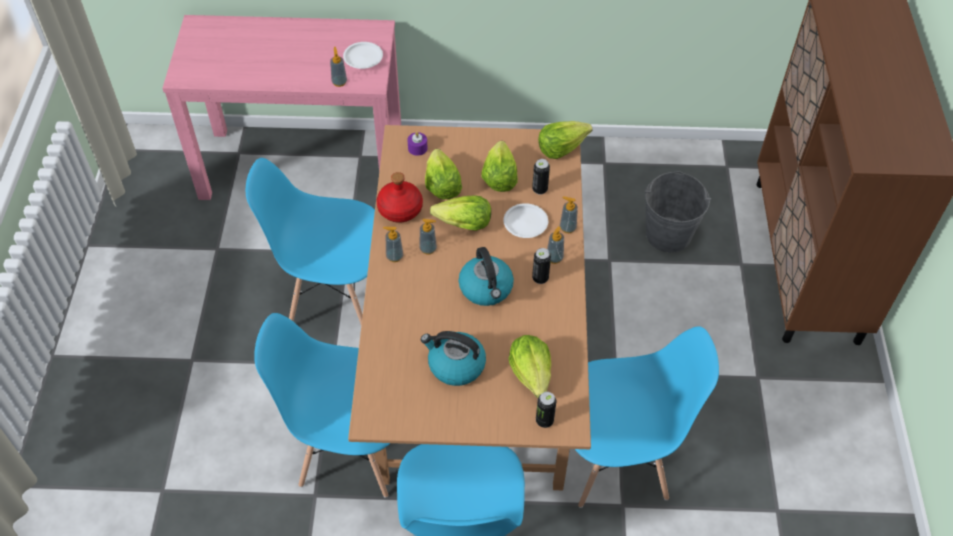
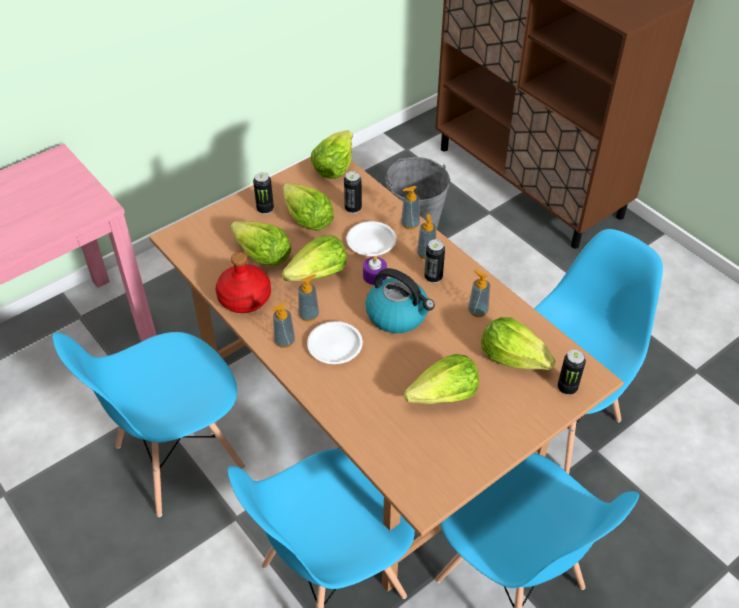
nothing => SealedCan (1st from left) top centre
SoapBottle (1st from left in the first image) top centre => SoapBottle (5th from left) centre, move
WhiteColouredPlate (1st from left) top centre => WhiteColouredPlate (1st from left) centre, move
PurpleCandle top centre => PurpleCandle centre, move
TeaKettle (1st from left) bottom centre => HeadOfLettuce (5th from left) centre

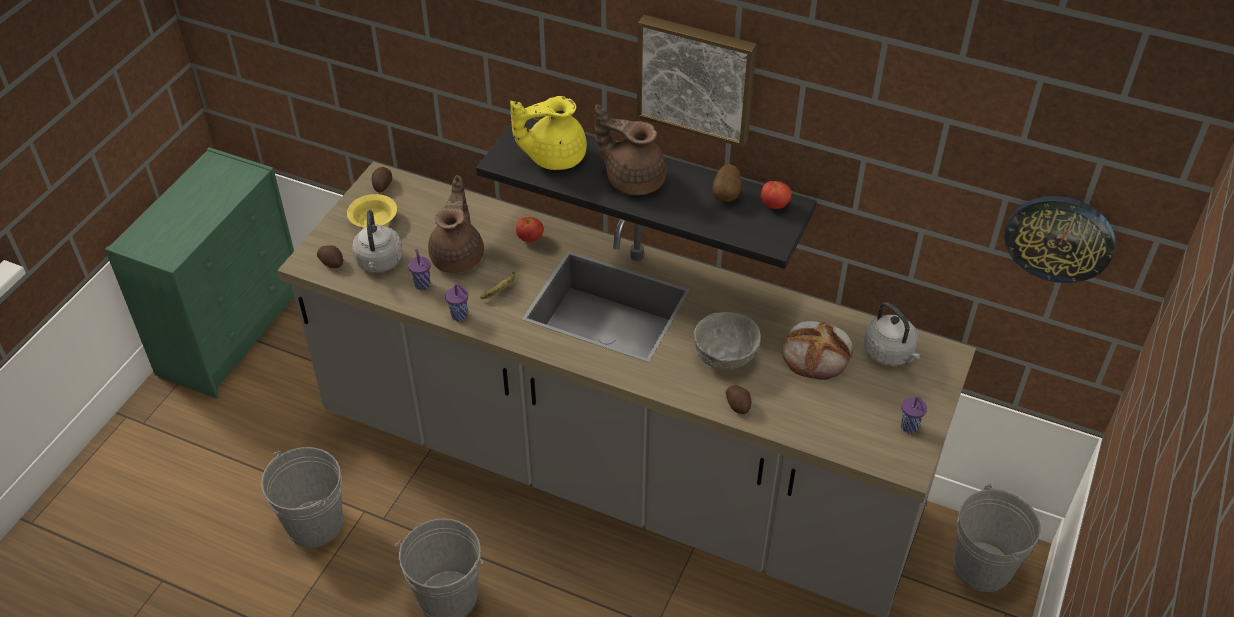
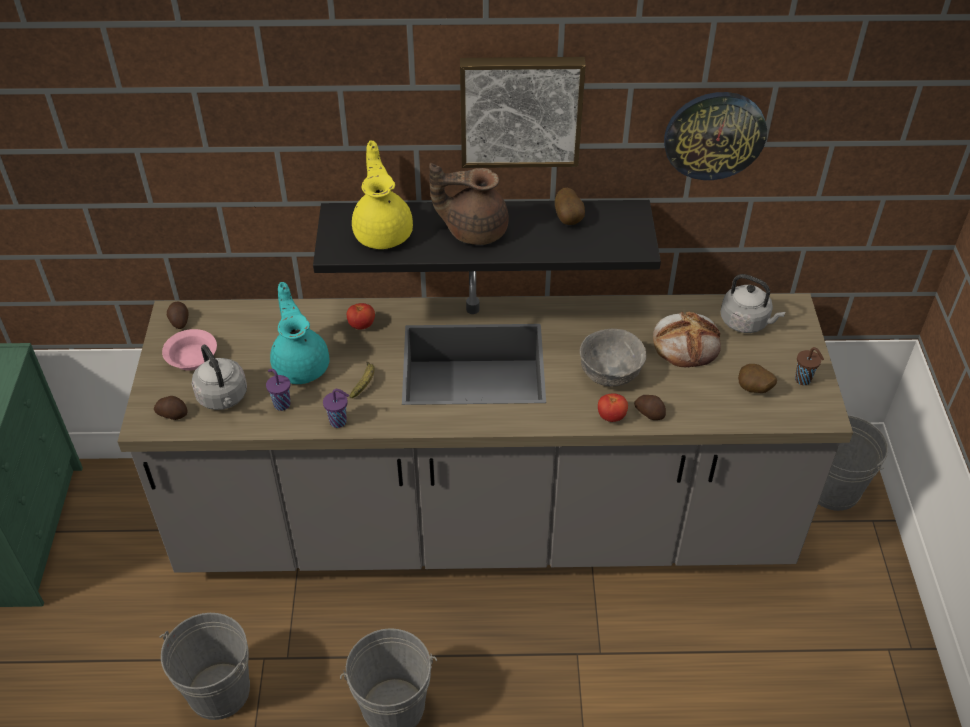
nothing => Spud (5th from left) middle right
Tomato (2nd from left) top centre => Tomato (2nd from left) centre, move
HangingClock middle right => HangingClock top right, move
YellowColouredDeepDish middle left => PinkColouredDeepDish middle left
BrownishPotForTea (1st from left) centre => TurquoiseColouredPotForTea middle left
PurpleSmallCup (3rd from left) bottom right => BrownishSmallCup middle right
YellowColouredPotForTea top centre, 120 degrees clockwise

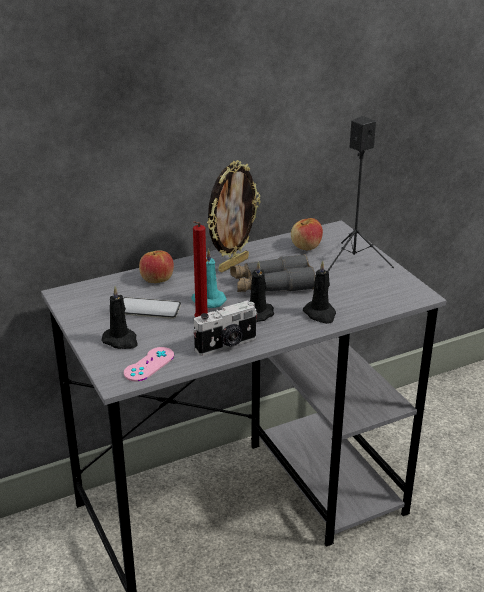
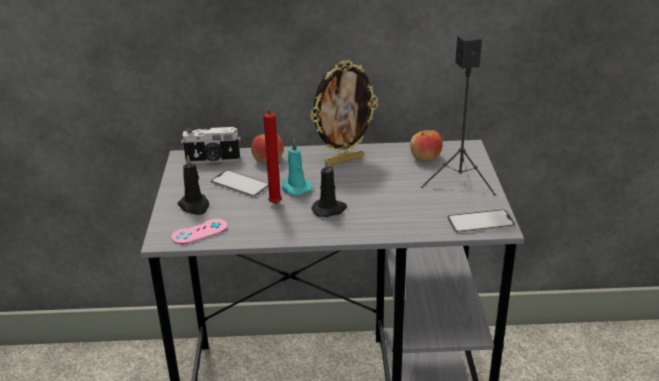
GreyishPairOfBinoculars centre => nothing
BlackColouredCandle (3rd from left) centre => nothing
nothing => Telephone (2nd from left) middle right
StillCamera centre => StillCamera middle left, move

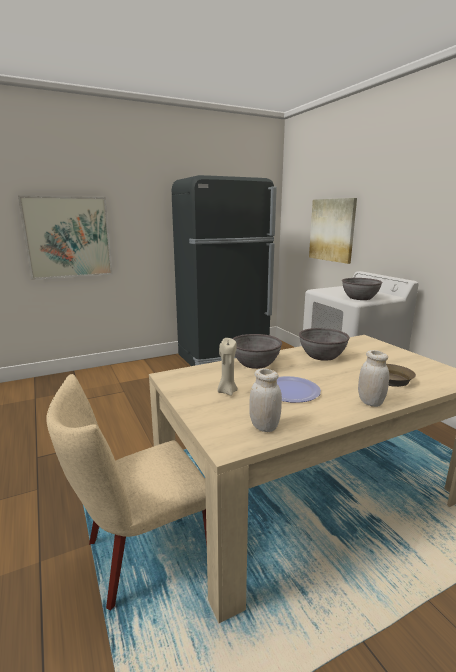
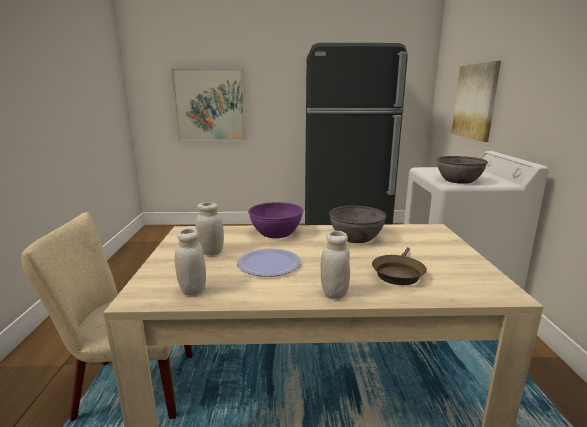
BeigeCandle centre => WhiteColouredJar (2nd from left) centre
GreyishDeepDish (1st from left) centre => PurpleDeepDish centre

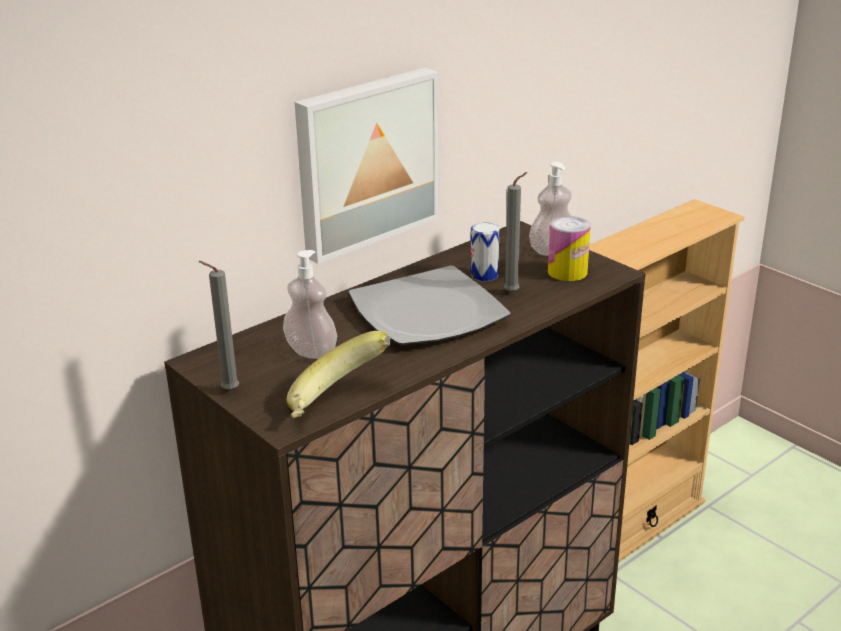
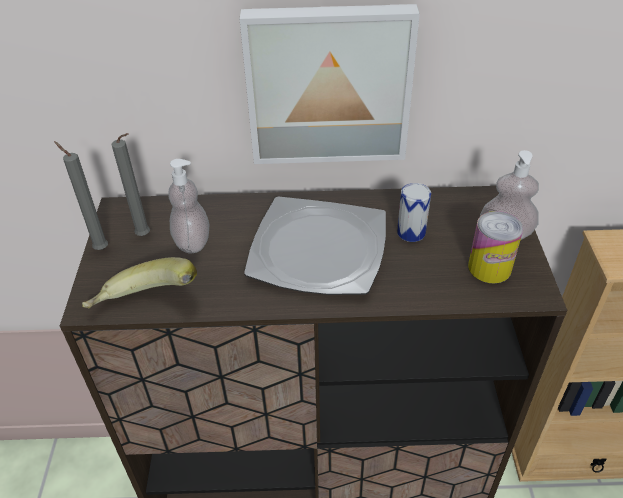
GreyishCandle (2nd from left) centre => GreyishCandle (2nd from left) middle left, move

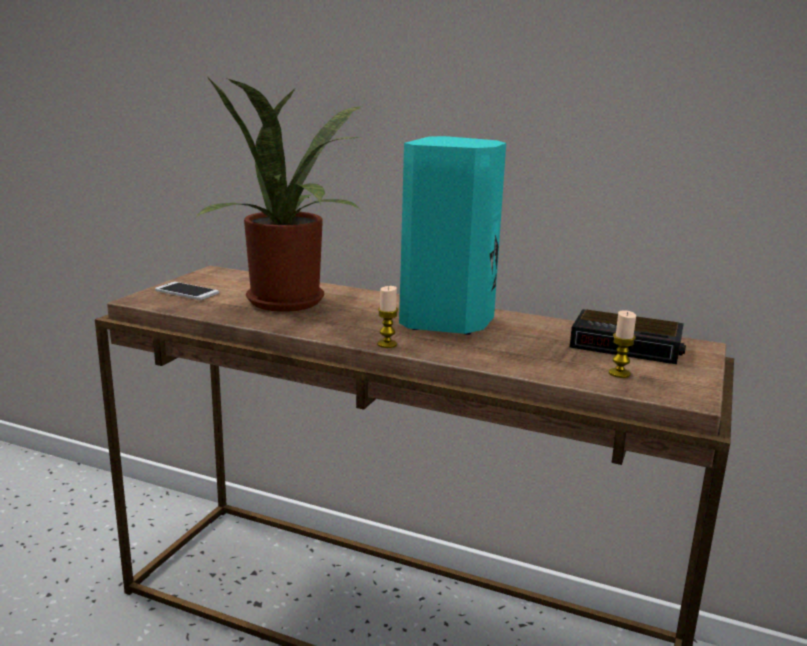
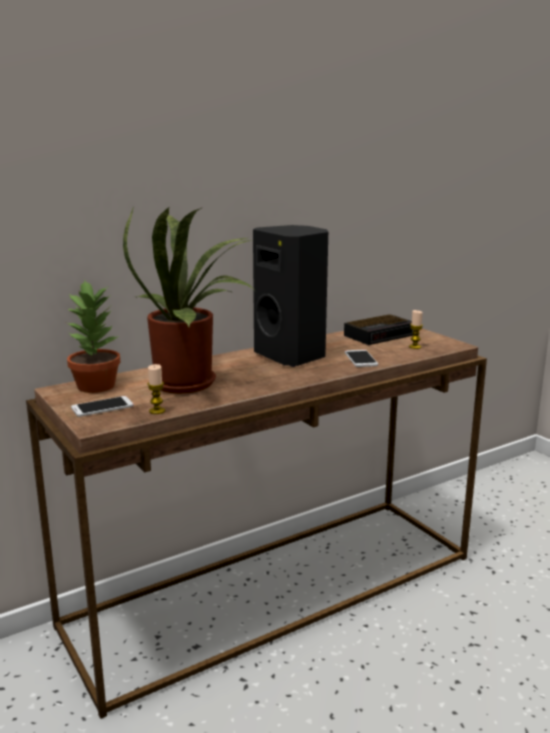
nothing => PottedPlant (1st from left) middle left
nothing => Telephone (2nd from left) centre
Candle (1st from left) centre => Candle (1st from left) middle left, move
TurquoiseColouredSpeaker centre => BlackColouredSpeaker centre

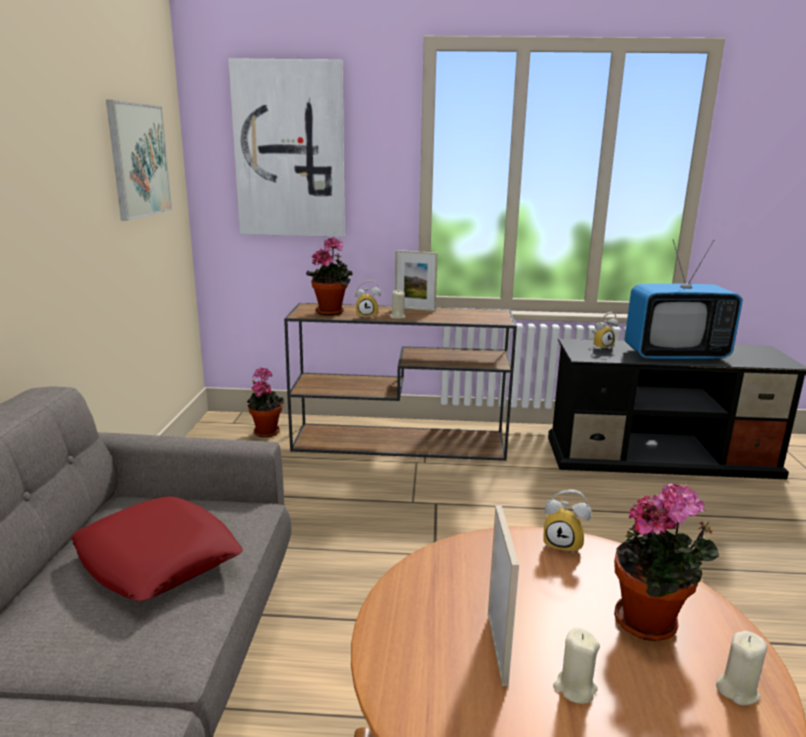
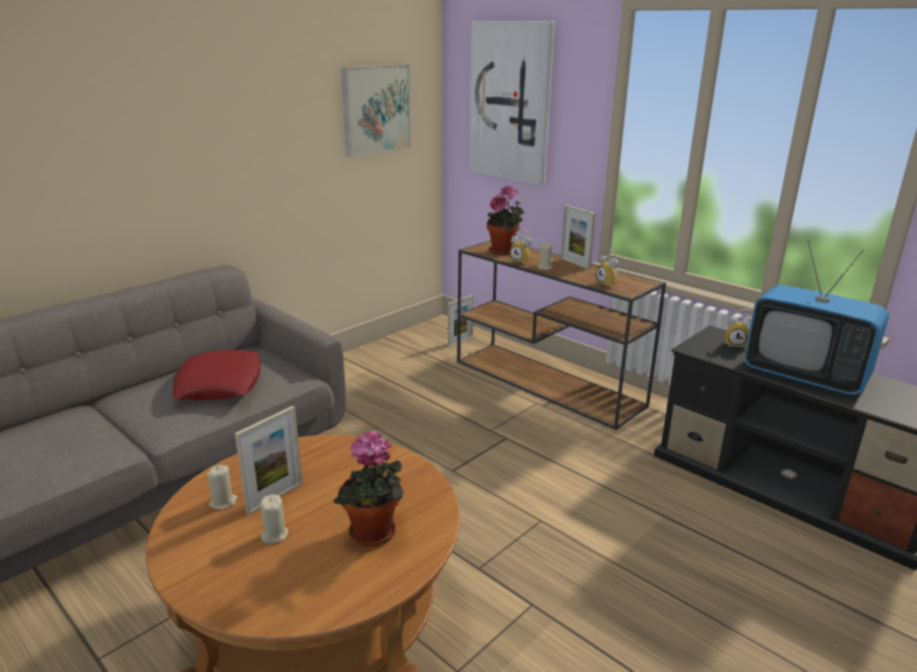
AlarmClock (2nd from left) bottom right => AlarmClock (2nd from left) centre, move
BeigeCandle (3rd from left in the first image) bottom right => BeigeCandle (1st from left) bottom left, move
PottedPlant (1st from left) middle left => PictureFrame (2nd from left) centre

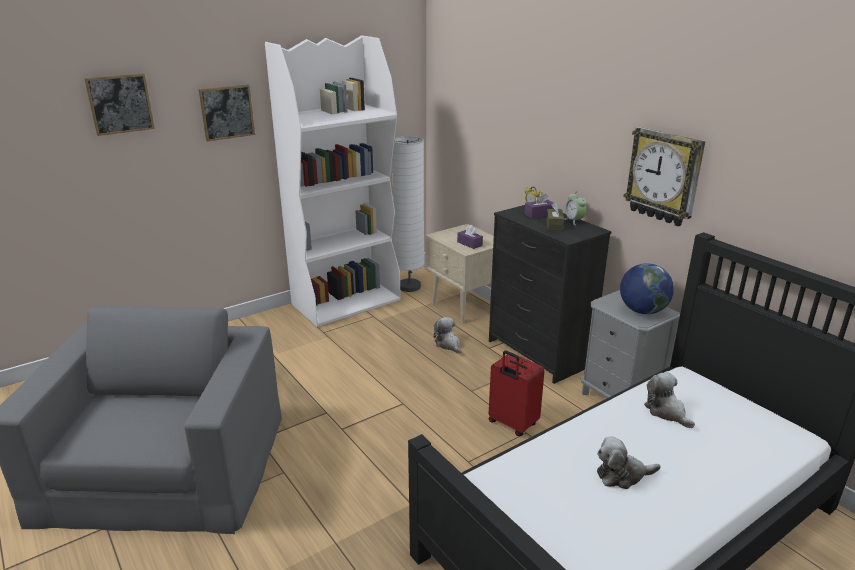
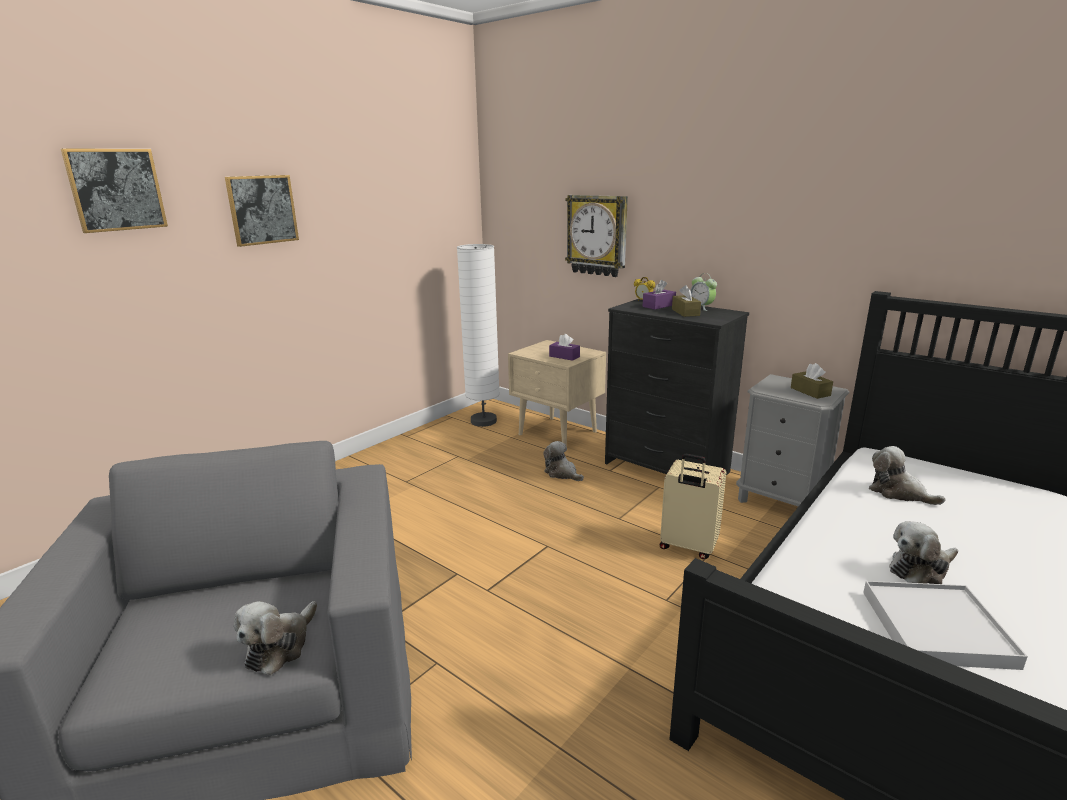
WhiteColouredShelvingUnit top centre => nothing
nothing => CuddlyToy (1st from left) bottom left
nothing => WhiteColouredTray bottom right
HangingClock top right => HangingClock top centre, move
WorldGlobe middle right => BrownishTissueHolder (2nd from left) middle right
RedColouredSuitcase bottom centre => BeigeSuitcase centre

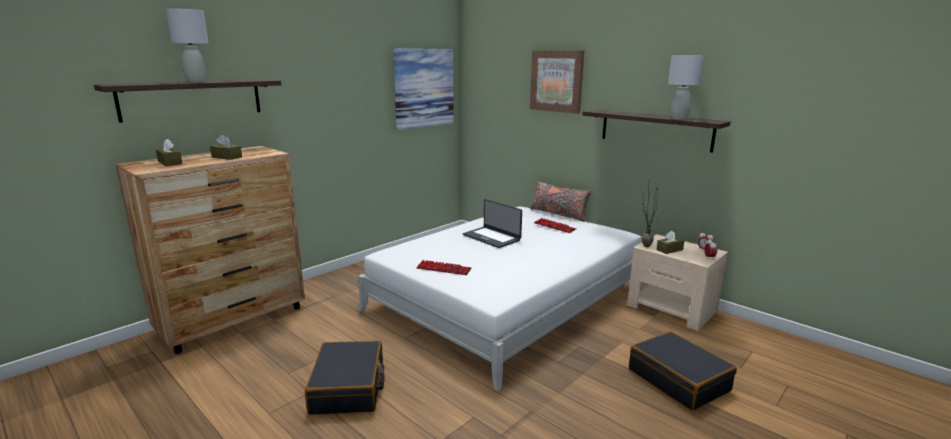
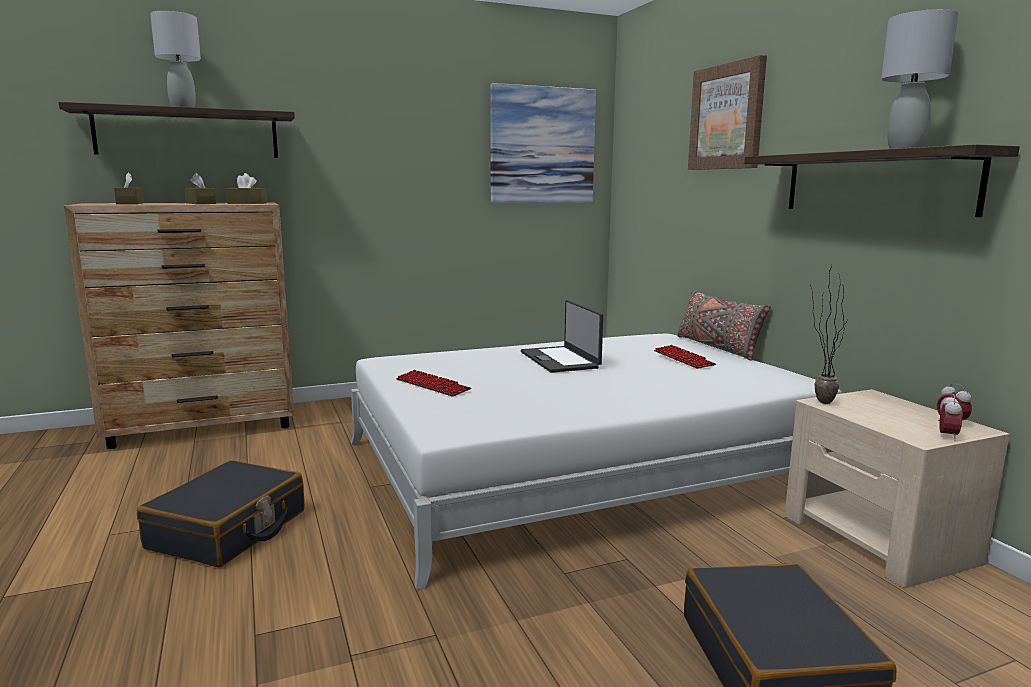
BrownishTissueHolder (3rd from left) middle right => BrownishTissueHolder (3rd from left) top left, move

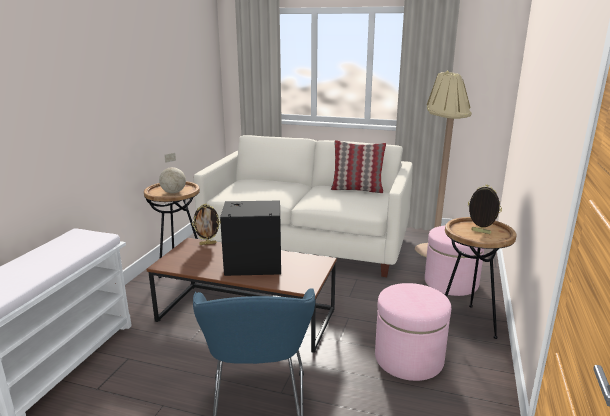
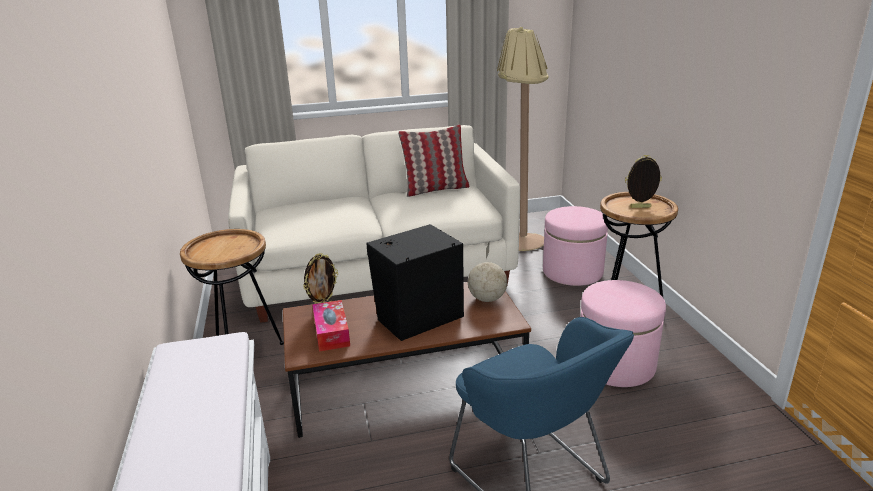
nothing => TissueHolder centre
WorldGlobe middle left => WorldGlobe centre, move

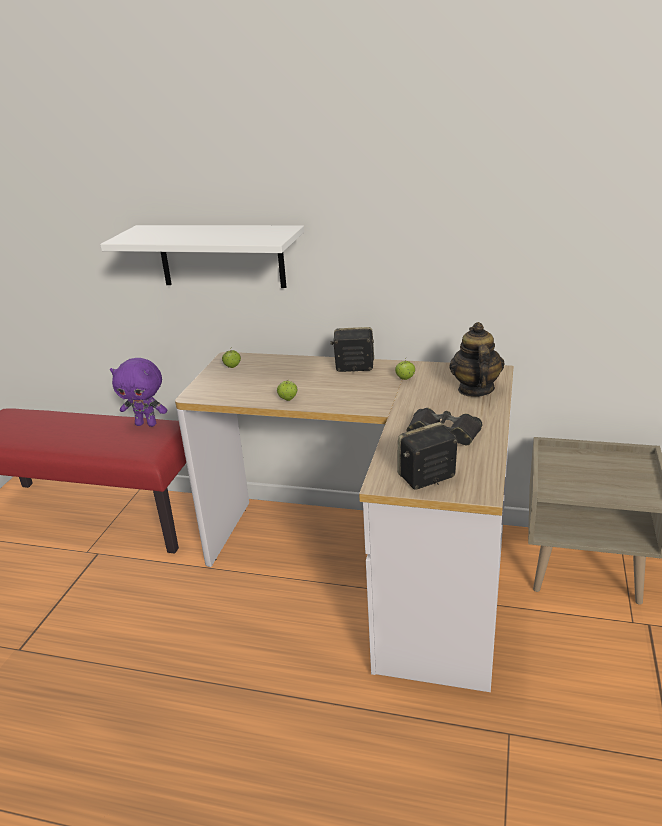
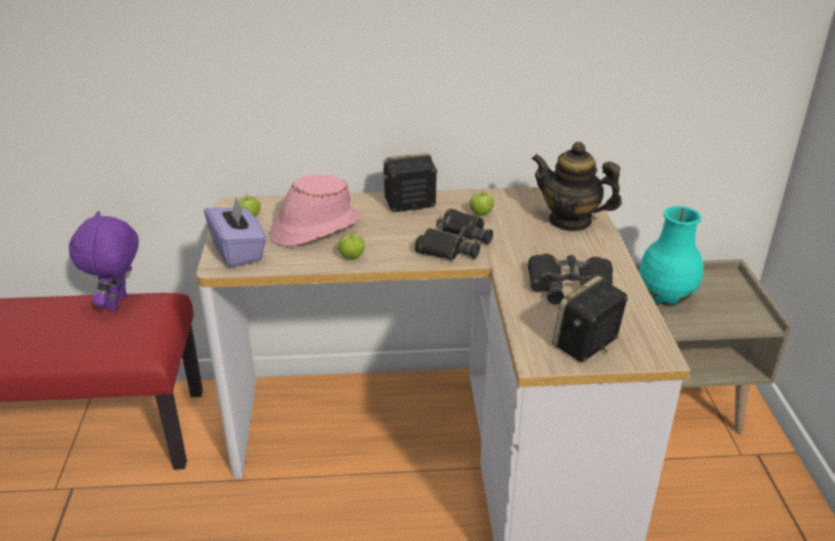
WhiteColouredShelf top left => nothing
nothing => PurpleTissueHolder middle left
nothing => PinkColouredClothingHat centre
nothing => BlackColouredPairOfBinoculars (1st from left) centre
nothing => TurquoiseColouredFlowerVase middle right
PurpleCuddlyToy middle left, 105 degrees clockwise
PotForTea middle right, 45 degrees counterclockwise

